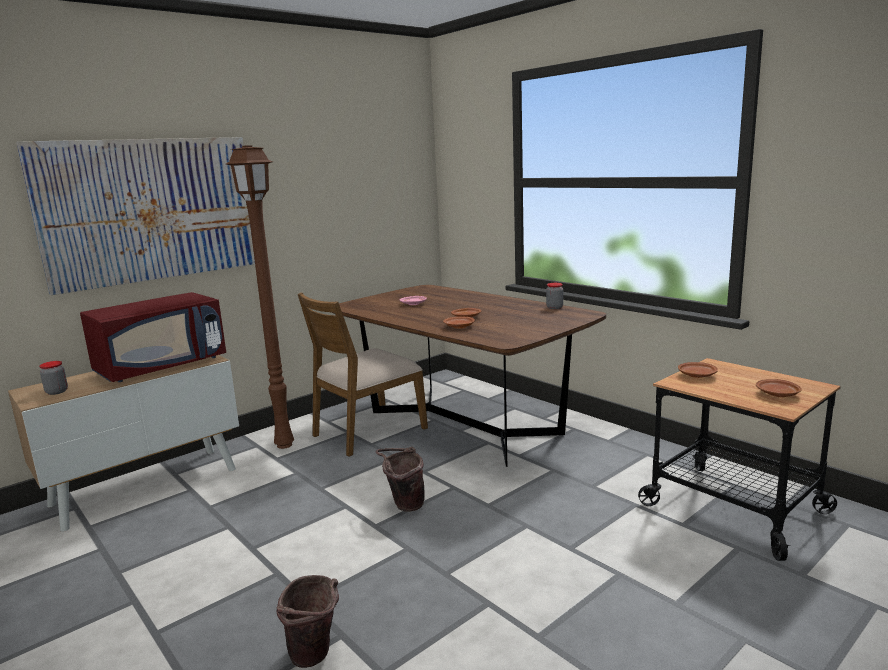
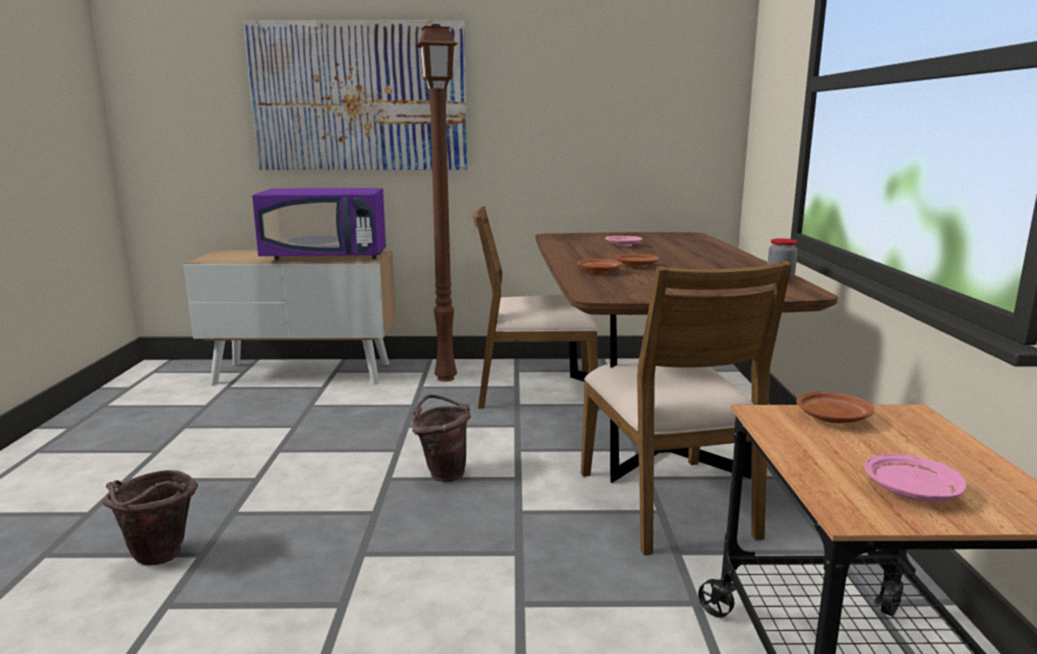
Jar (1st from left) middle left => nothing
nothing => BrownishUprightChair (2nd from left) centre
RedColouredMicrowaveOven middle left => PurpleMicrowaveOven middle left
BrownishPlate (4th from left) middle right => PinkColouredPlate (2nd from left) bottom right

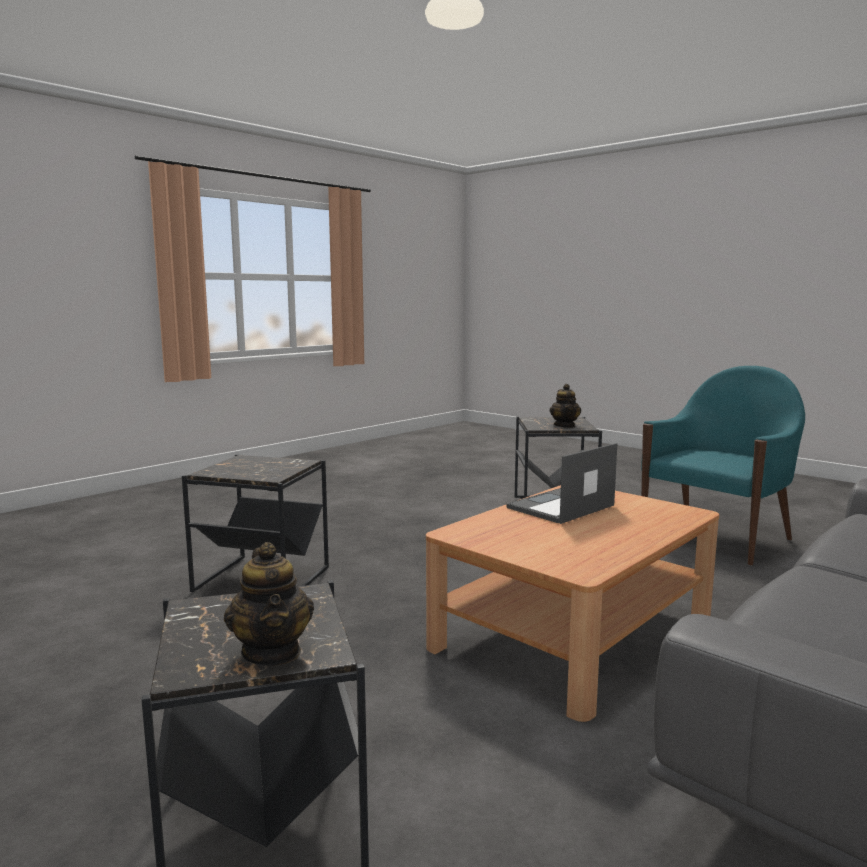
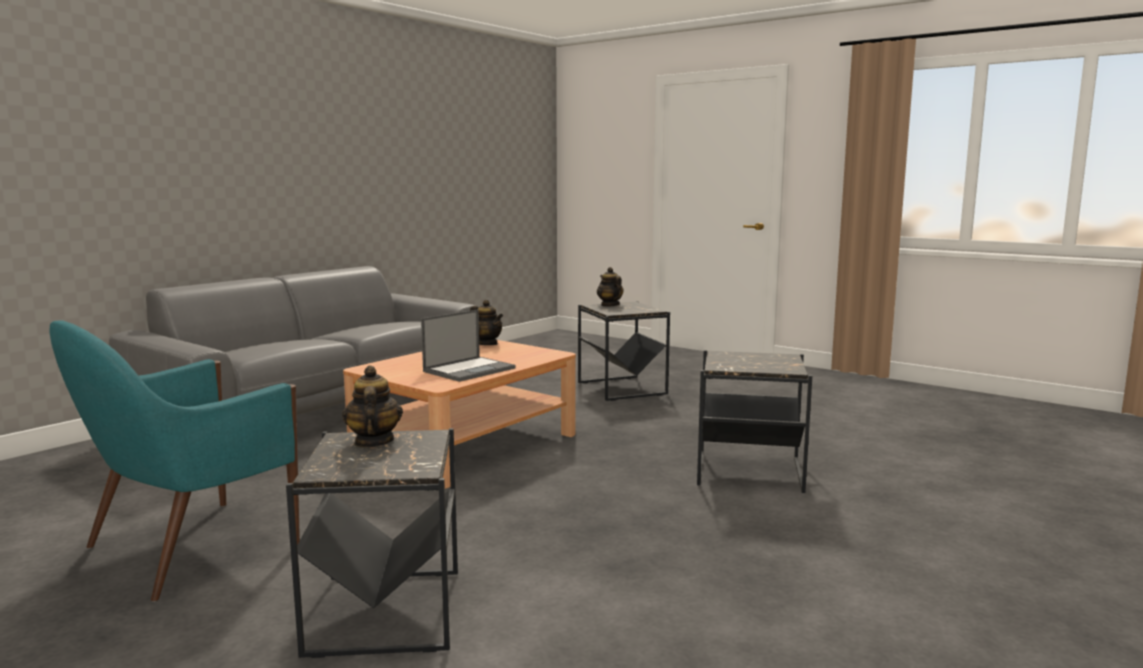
nothing => PotForTea (2nd from left) centre

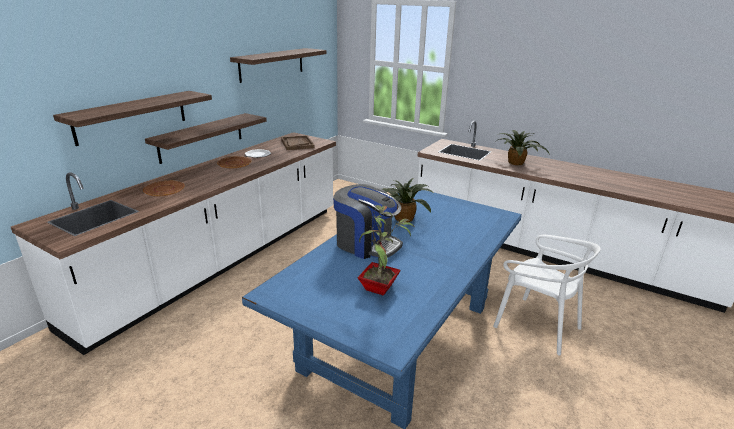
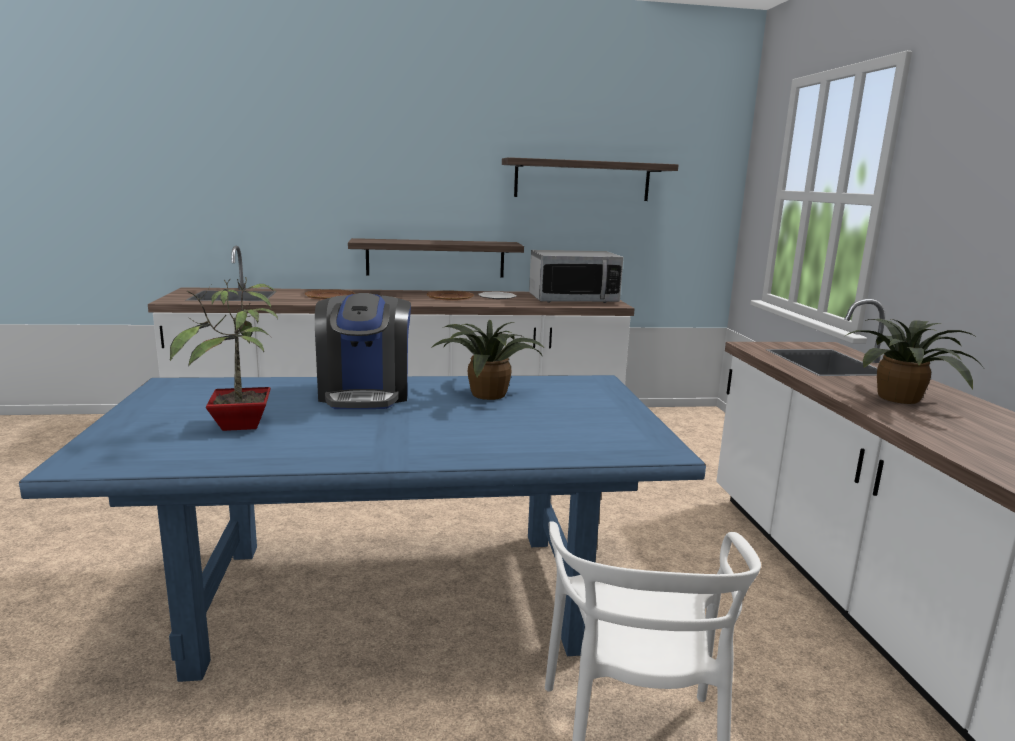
Shelf (1st from left) top left => nothing
BrownishTray top centre => MicrowaveOven centre

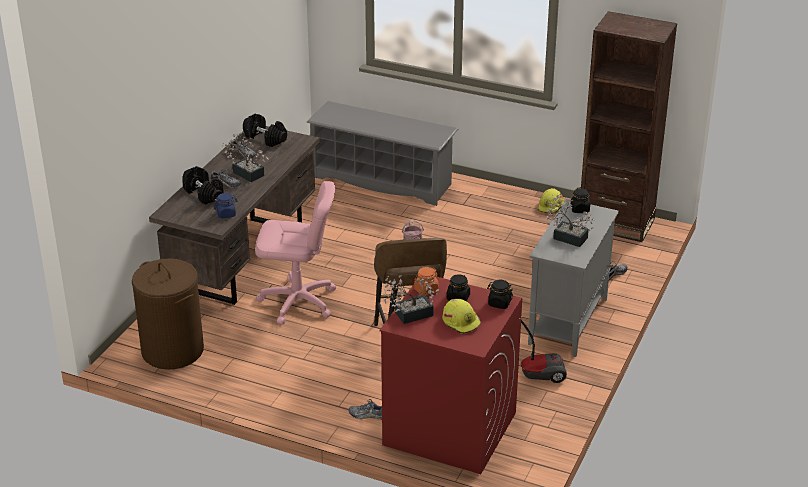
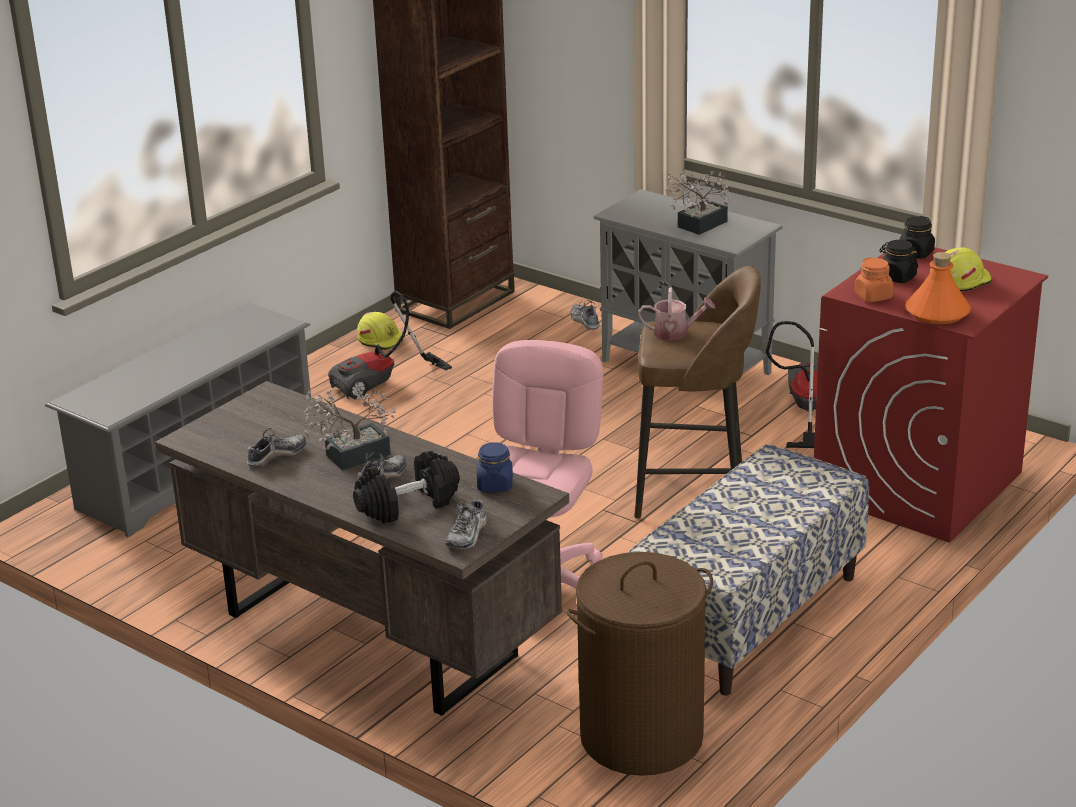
BlackColouredFreeWeight (2nd from left) top left => nothing
BlackColouredJar (3rd from left) middle right => nothing
nothing => VacuumCleaner (1st from left) centre
nothing => LongSeat bottom right
LowShoe (3rd from left) bottom centre => LowShoe (3rd from left) centre, move
PottedPlant (2nd from left) centre => OrangeyBeverageBottle middle right

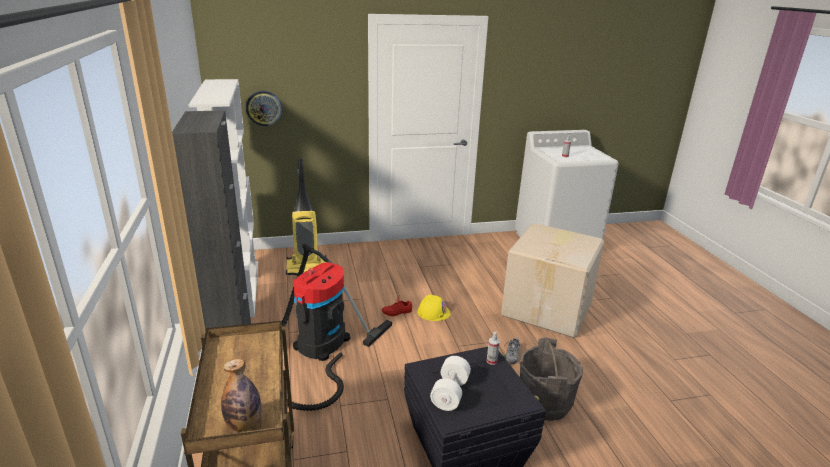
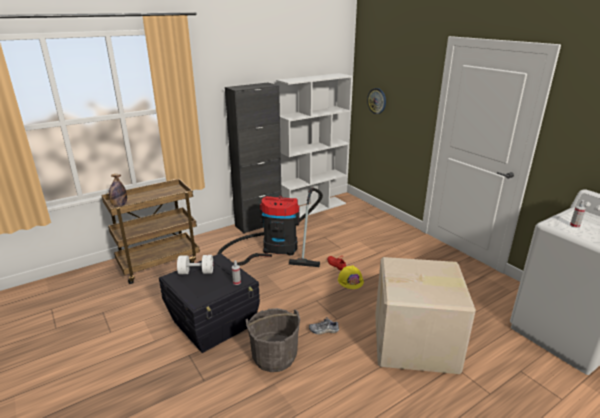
VacuumCleaner (1st from left) centre => nothing

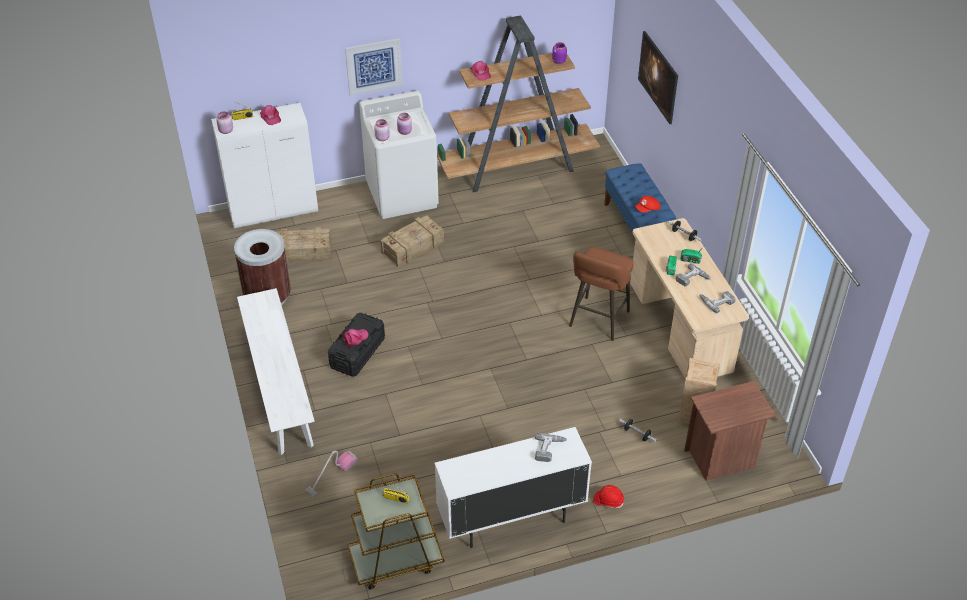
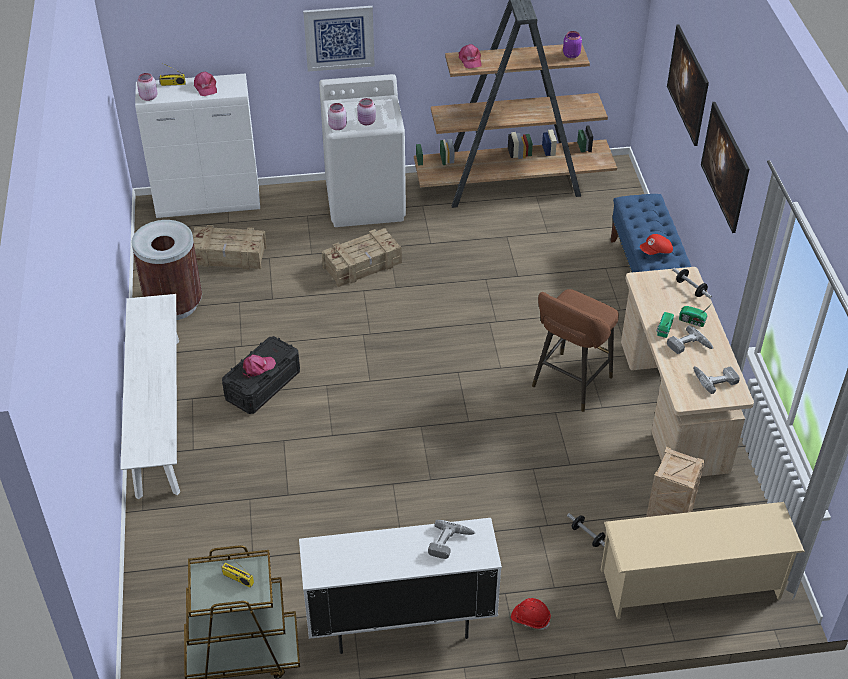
VacuumCleaner bottom centre => nothing
nothing => WallPicture (3rd from left) top right
BrownishNightTable bottom right => BeigeShoeRack bottom right

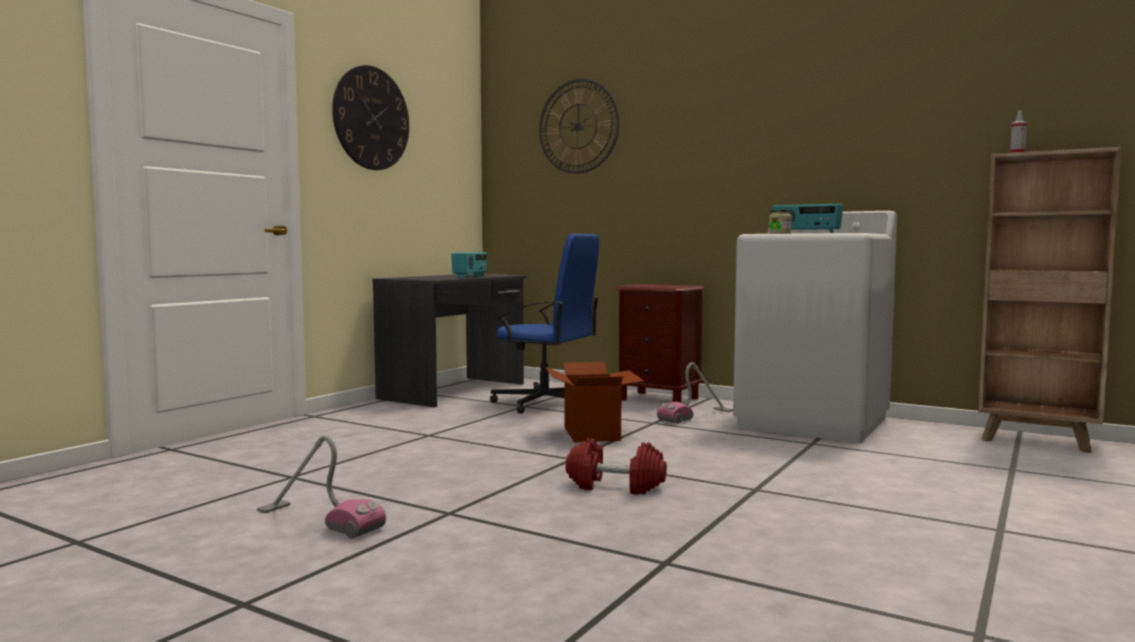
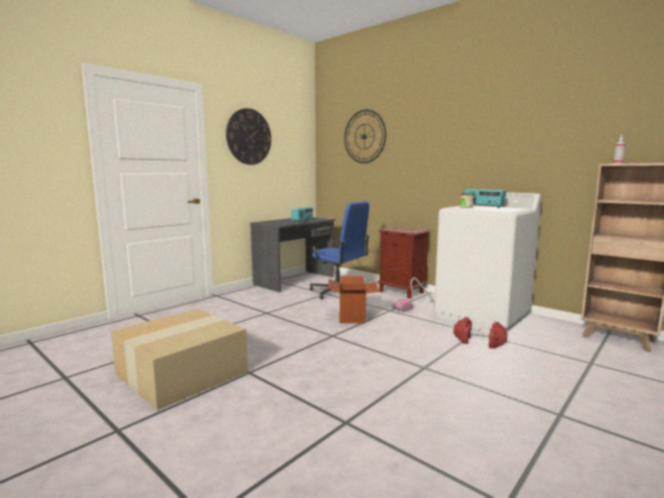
RedColouredFreeWeight bottom centre => RedColouredFreeWeight bottom right, move
VacuumCleaner (1st from left) bottom left => PackingBox (1st from left) bottom left

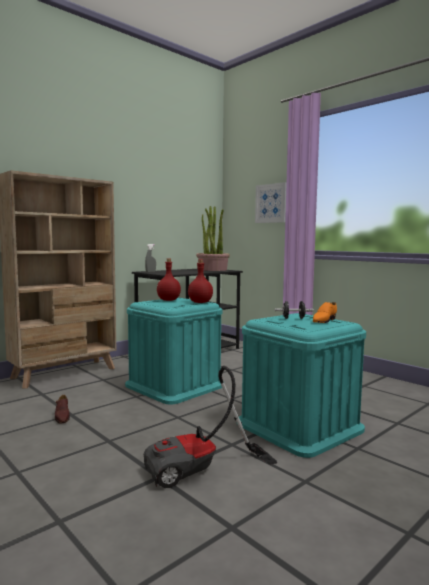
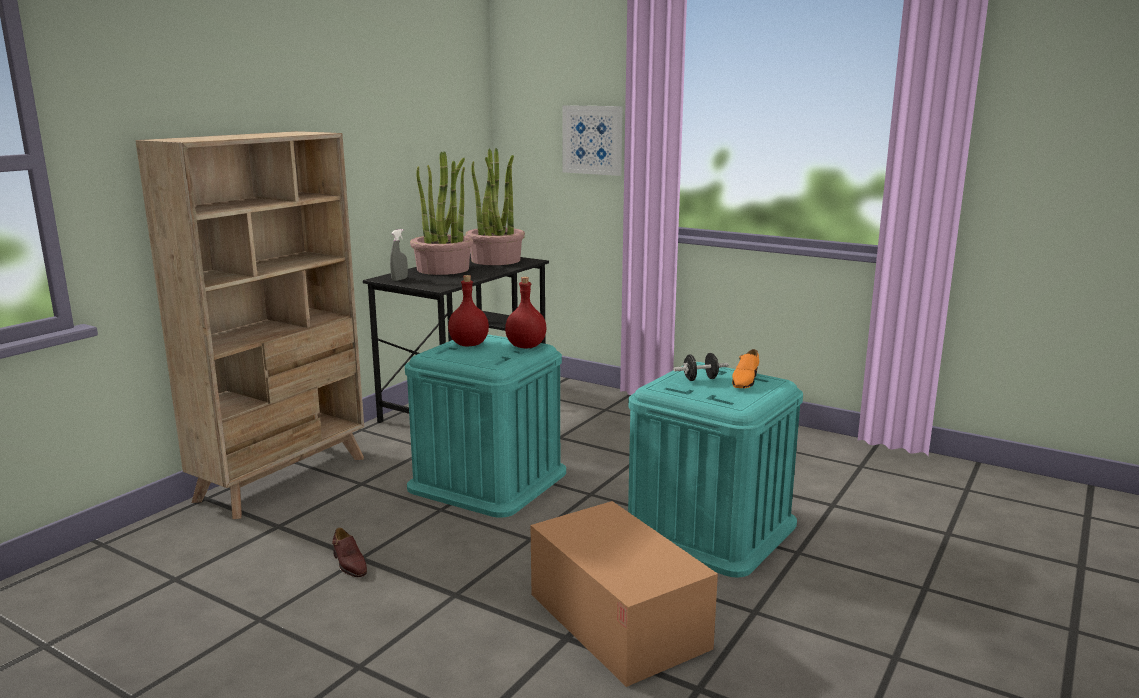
nothing => PottedPlant (1st from left) top centre
VacuumCleaner bottom centre => PackingBox bottom centre

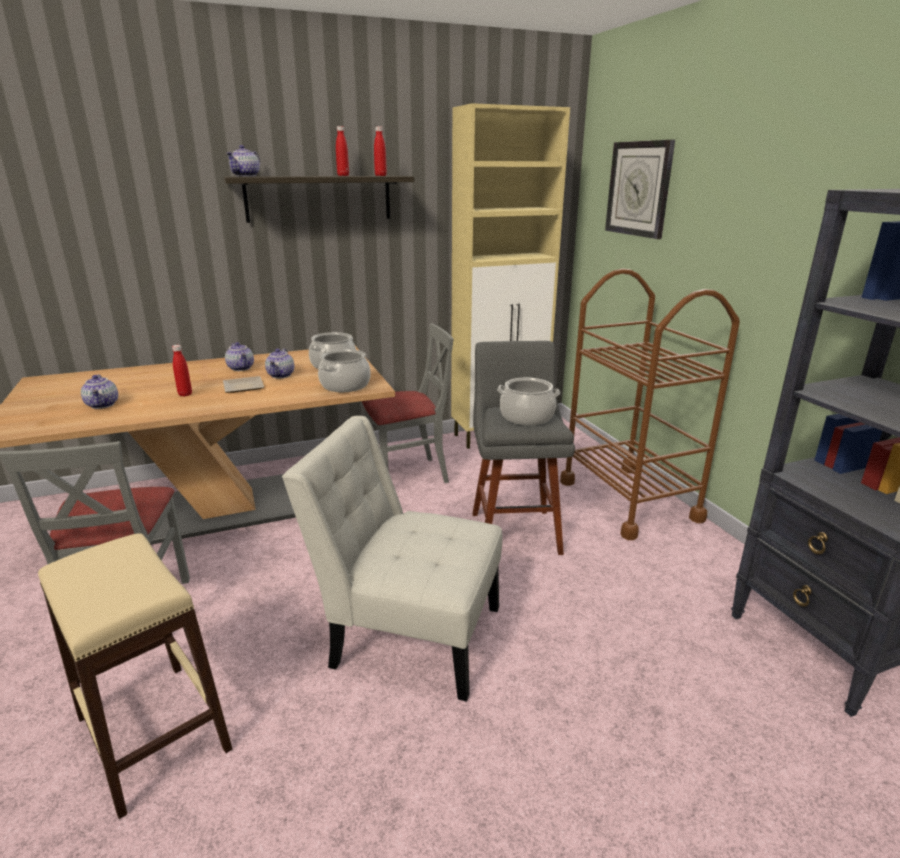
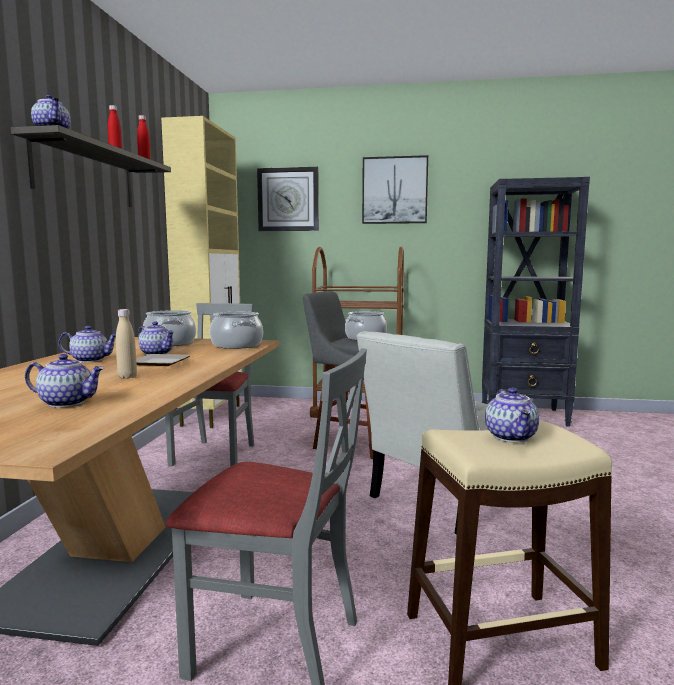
nothing => WallPicture top centre
nothing => PotForTea (5th from left) middle right
RedColouredBeverageBottle (1st from left) middle left => BeigeBeverageBottle middle left

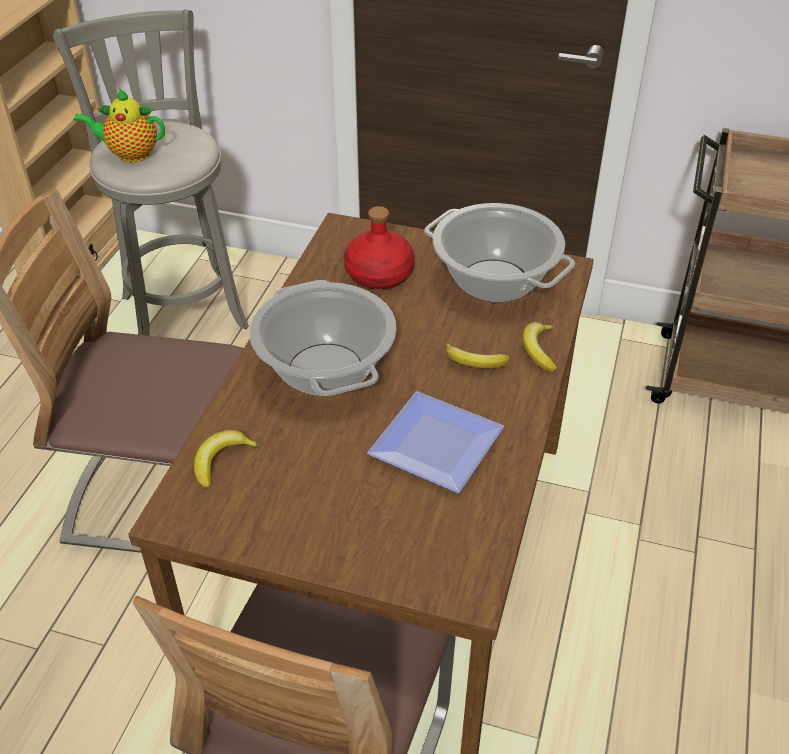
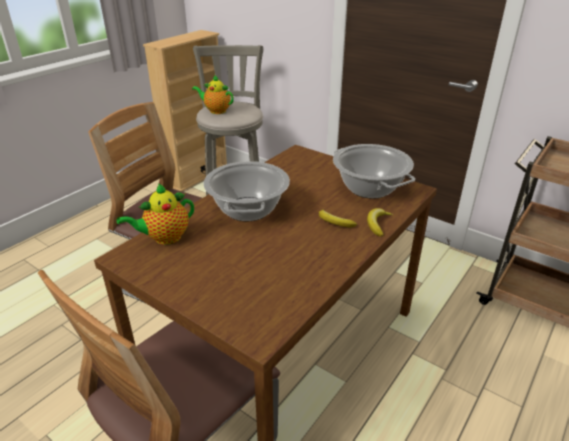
RedColouredBeverageBottle top centre => nothing
Plate centre => nothing
Banana (1st from left) middle left => PotForTea (1st from left) middle left

